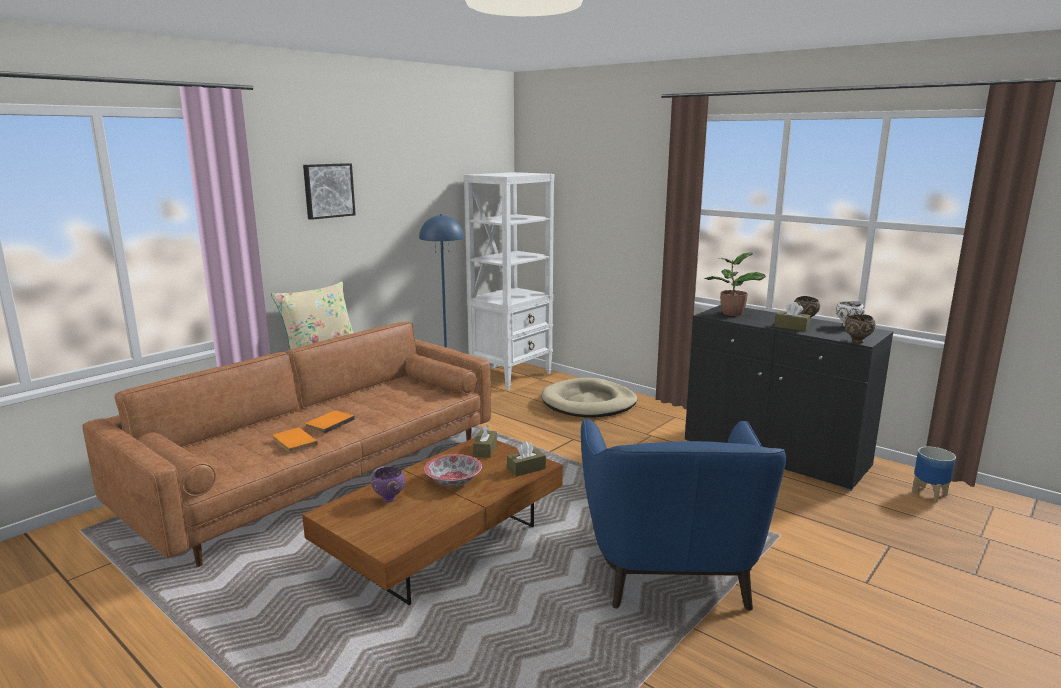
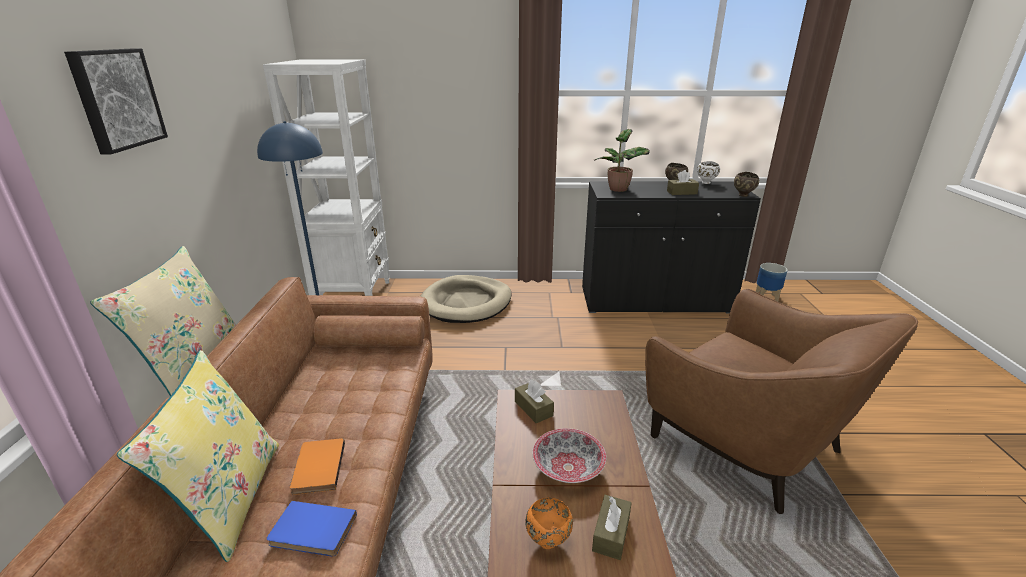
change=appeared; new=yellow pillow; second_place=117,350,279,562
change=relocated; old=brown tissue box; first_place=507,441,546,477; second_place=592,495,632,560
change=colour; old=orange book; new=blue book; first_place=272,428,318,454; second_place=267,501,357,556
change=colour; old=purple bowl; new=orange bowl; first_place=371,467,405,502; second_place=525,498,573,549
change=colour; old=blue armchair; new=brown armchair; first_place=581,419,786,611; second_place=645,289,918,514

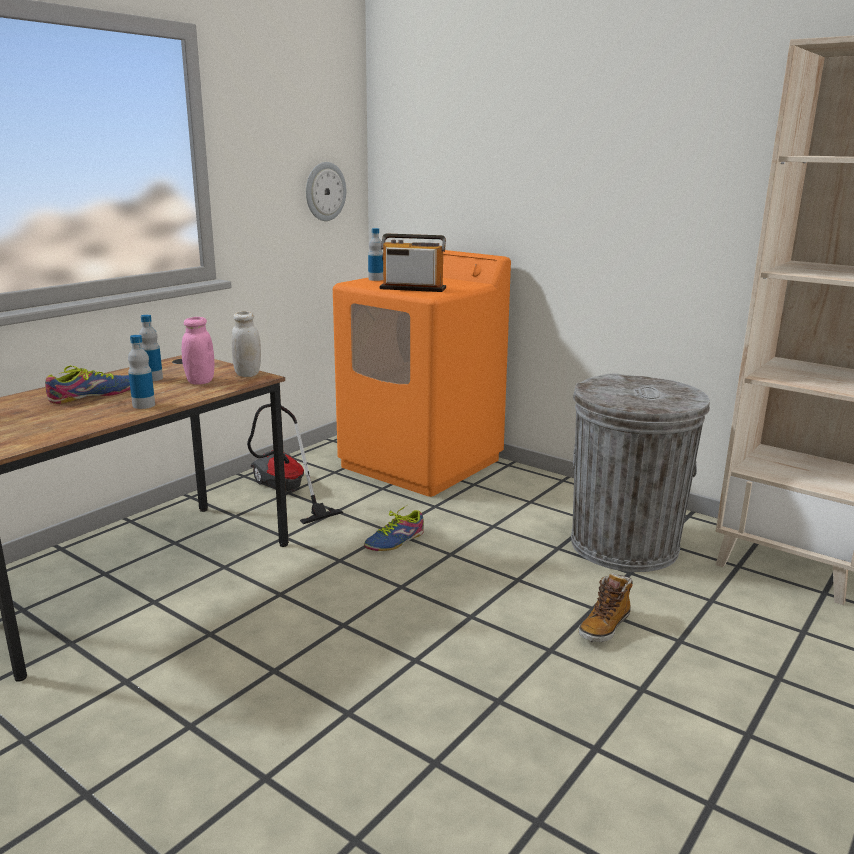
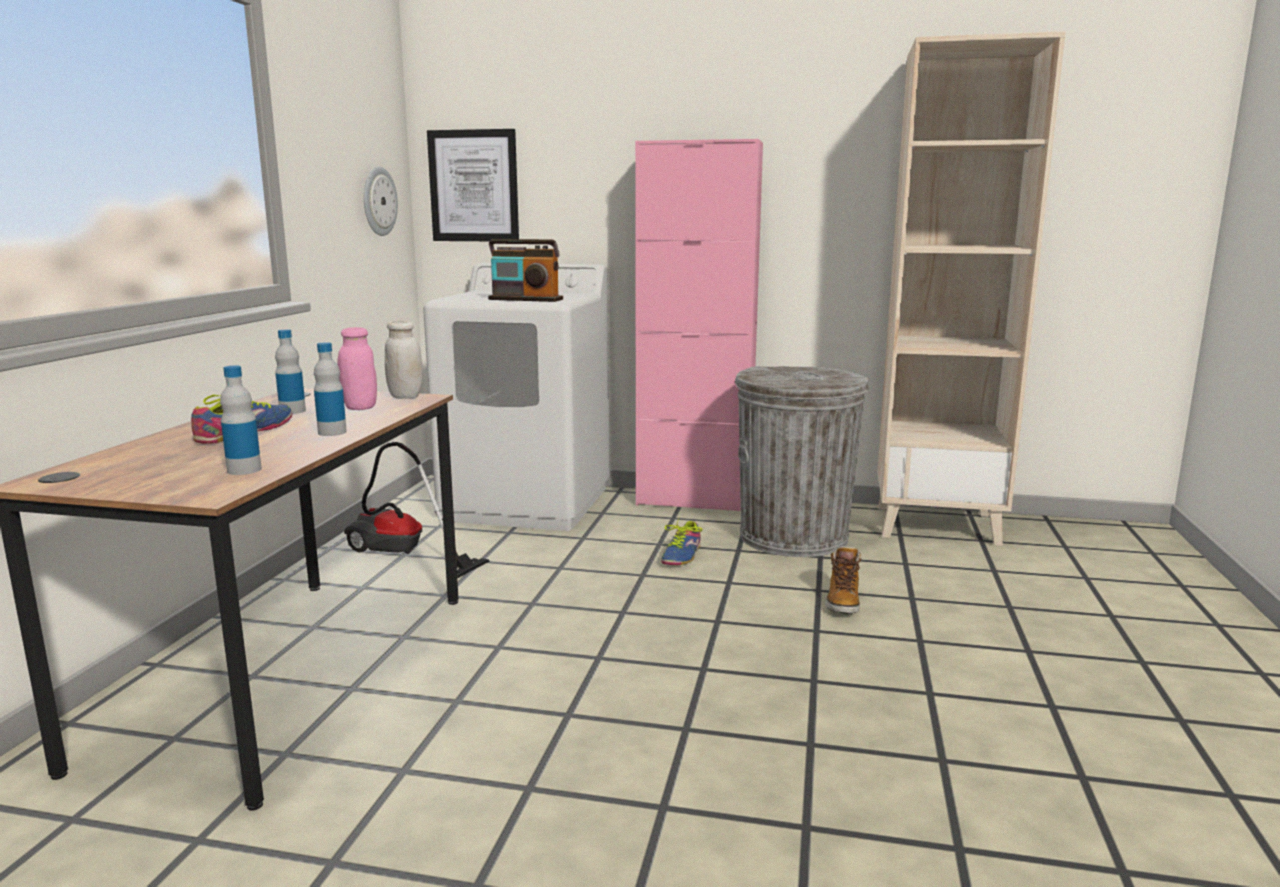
change=appeared; new=picture; second_place=427,129,519,241
change=appeared; new=pink cabinet; second_place=635,139,763,511
change=relocated; old=shoe; first_place=364,505,424,551; second_place=661,519,702,565
change=relocated; old=bottle; first_place=368,228,383,281; second_place=220,366,262,475
change=colour; old=orange washing machine; new=white washing machine; first_place=333,250,511,497; second_place=423,263,610,531
change=spun; old=radio; first_place=380,234,446,292; second_place=488,239,563,302; degrees=-150

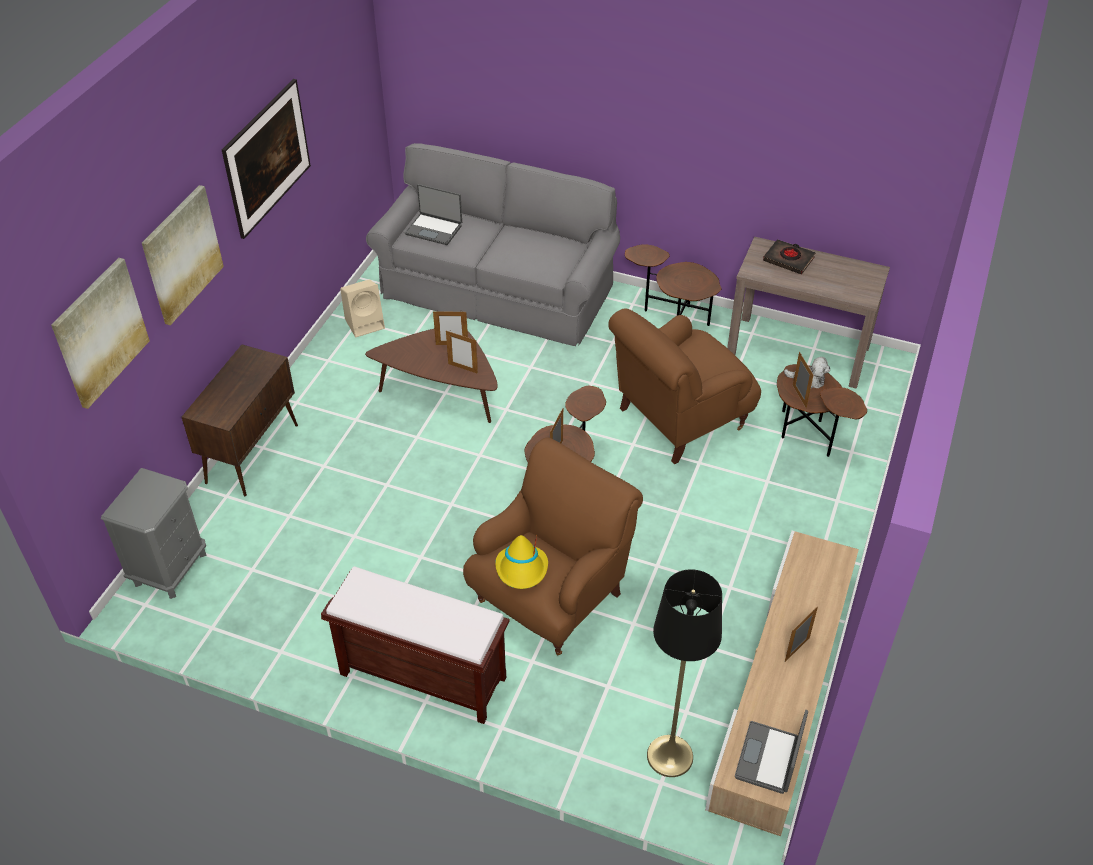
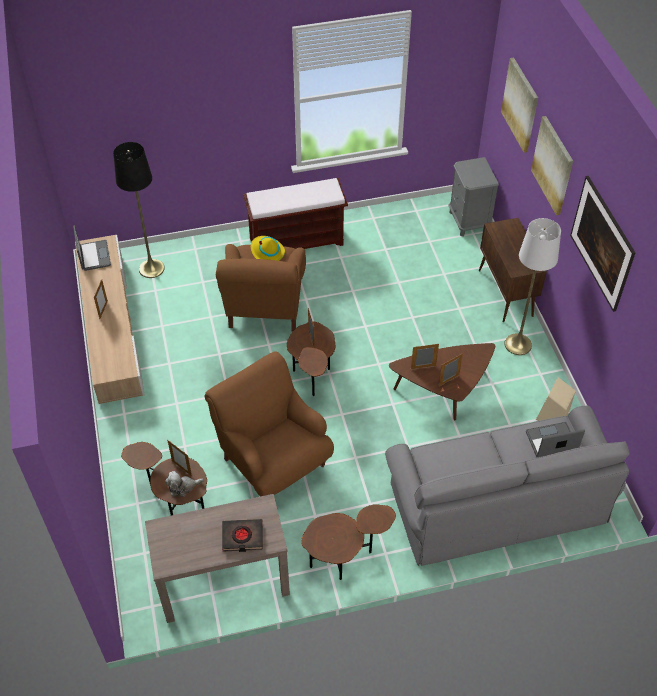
change=appeared; new=white floor lamp; second_place=504,218,561,355
change=spun; old=brown armchair; first_place=608,308,761,465; second_place=205,351,334,497; degrees=-60

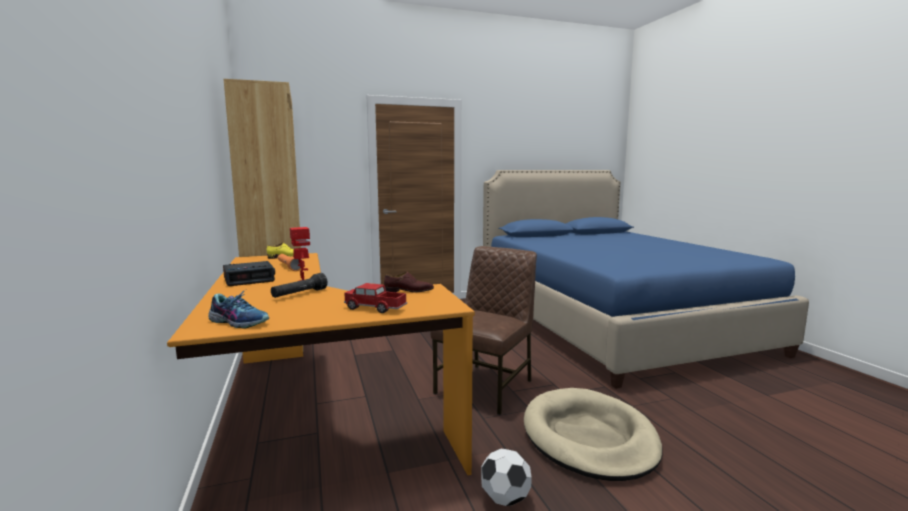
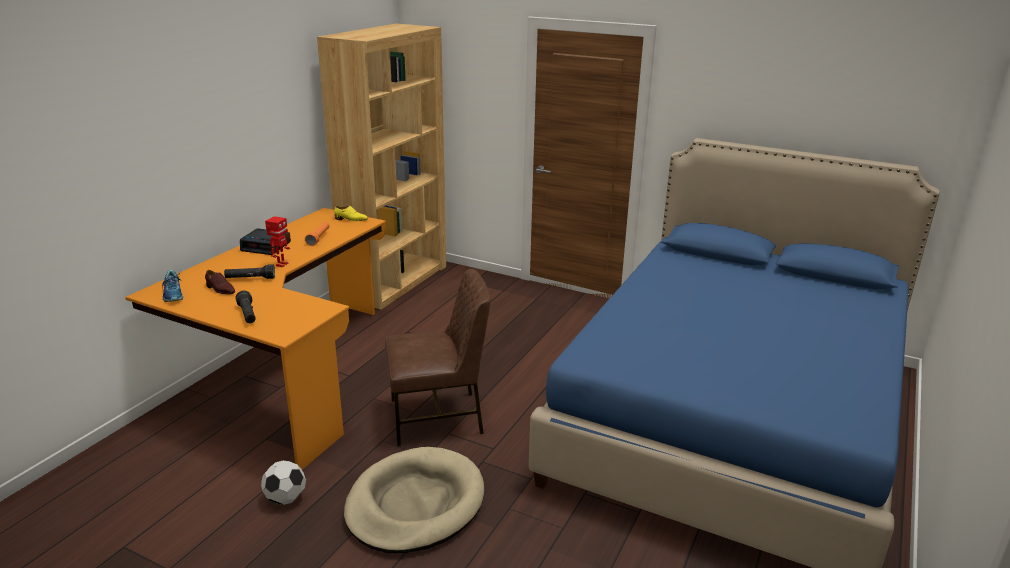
change=relocated; old=brown shoe; first_place=384,272,434,293; second_place=205,270,235,295
change=exchanged; old=toy truck; new=black flashlight; first_place=344,283,407,313; second_place=235,291,256,323

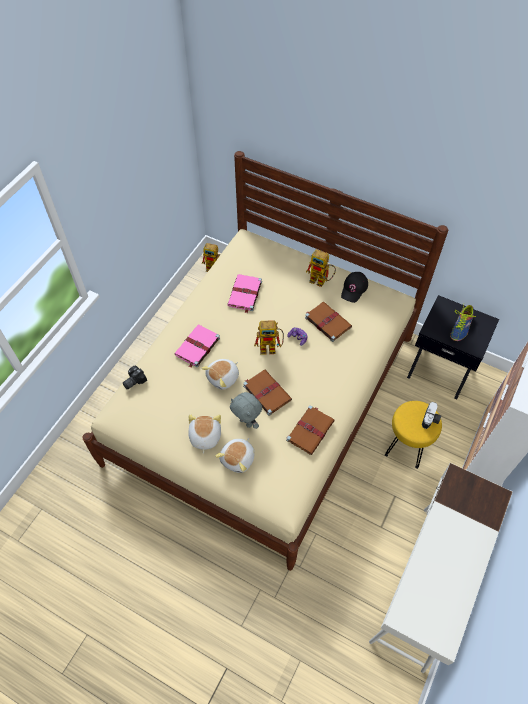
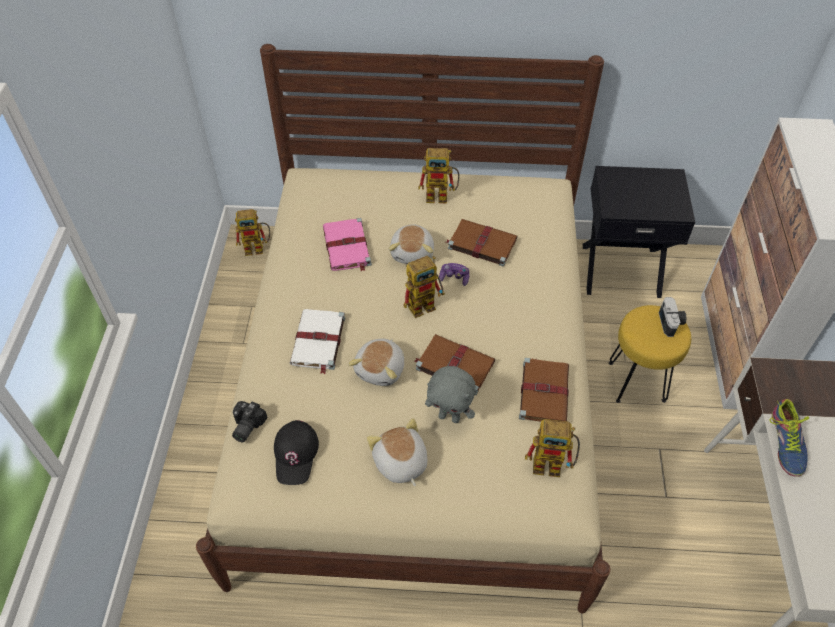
change=appeared; new=toy robot; second_place=525,419,580,477
change=relocated; old=plush toy; first_place=215,438,255,473; second_place=389,224,434,264
change=relocated; old=black cap; first_place=341,272,368,303; second_place=274,420,319,485
change=relocated; old=shoe; first_place=450,305,476,341; second_place=770,399,809,477
change=colour; old=pink book; new=white book; first_place=174,324,220,367; second_place=290,309,345,374

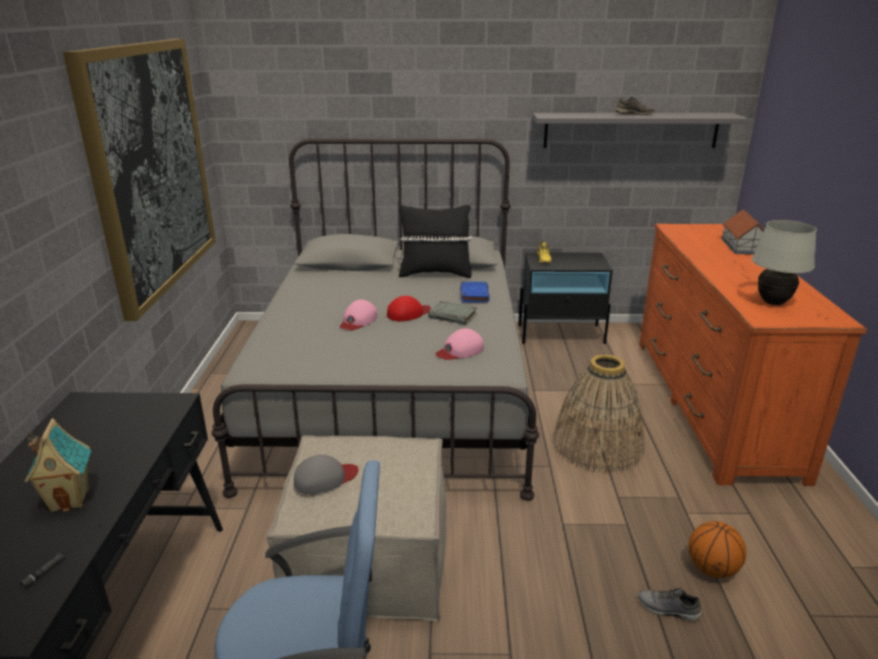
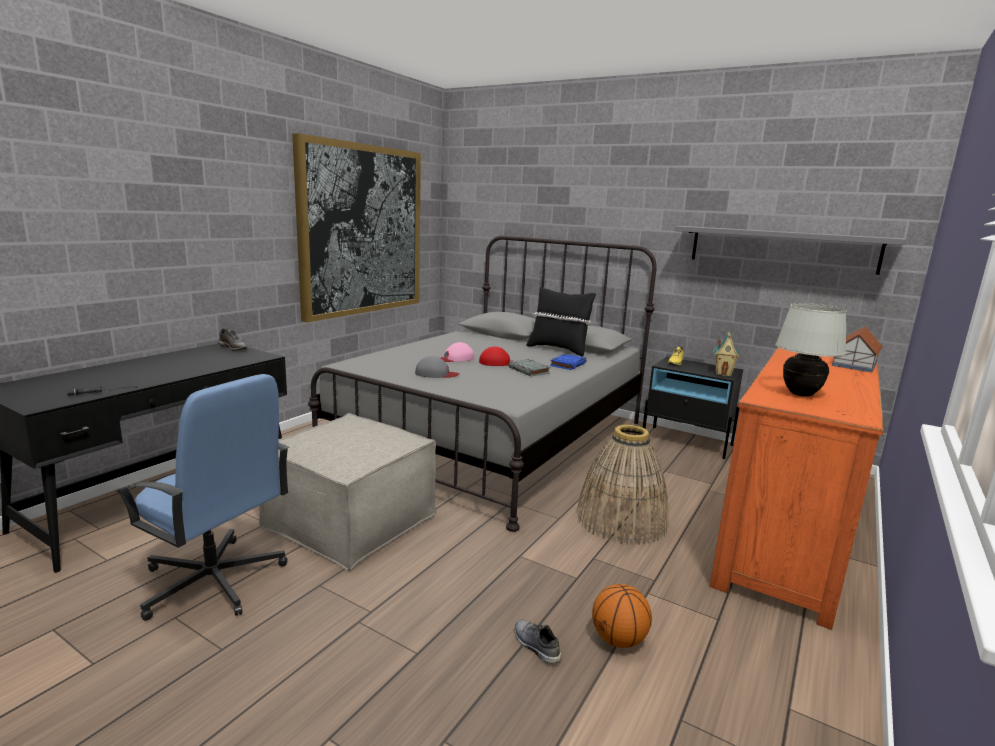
change=missing; old=pink cap; first_place=436,328,484,360
change=relocated; old=toy house; first_place=25,418,92,512; second_place=713,332,740,376
change=relocated; old=grey cap; first_place=294,455,358,494; second_place=415,356,459,378
change=relocated; old=grey shoe; first_place=616,96,655,115; second_place=218,328,248,351

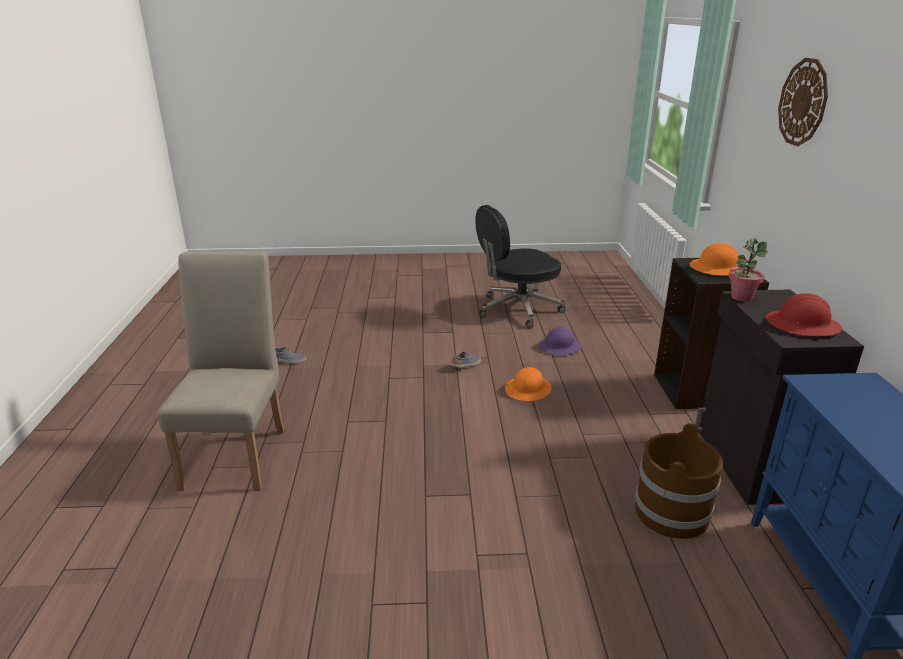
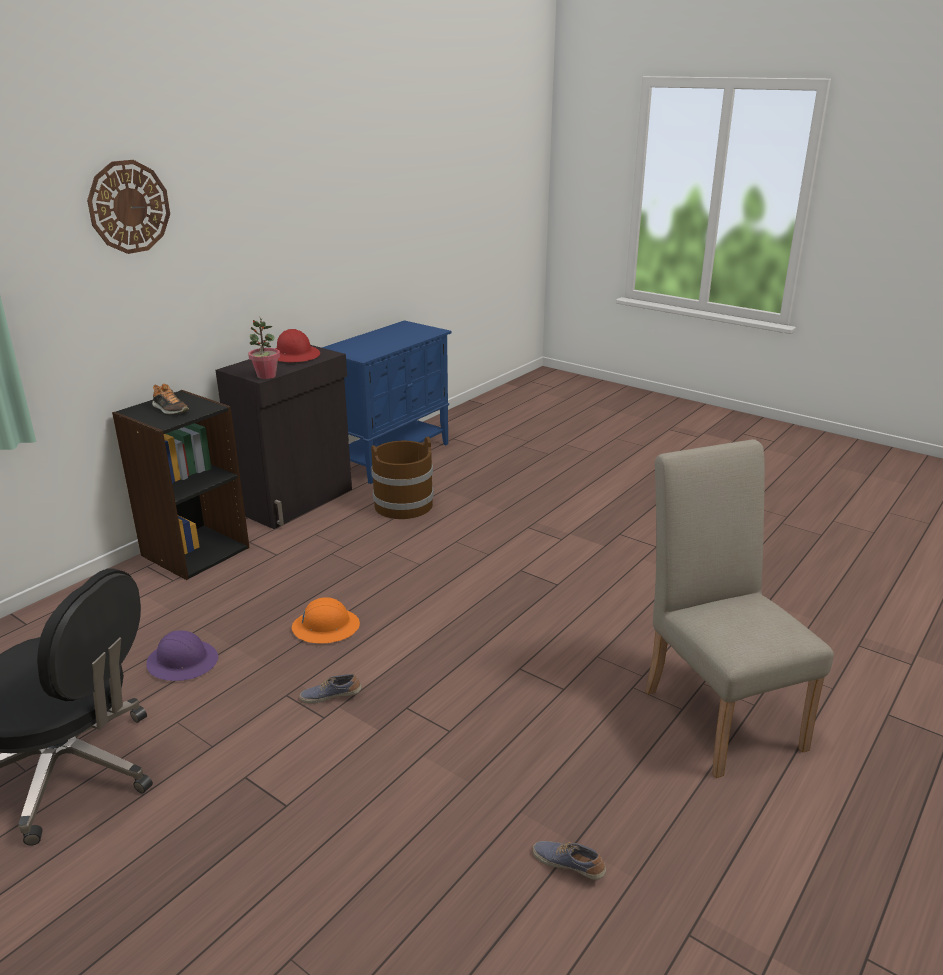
change=exchanged; old=orange hard hat; new=shoe; first_place=690,243,746,276; second_place=152,383,189,414
change=spun; old=beige chair; first_place=157,252,285,491; second_place=645,439,834,778; degrees=120

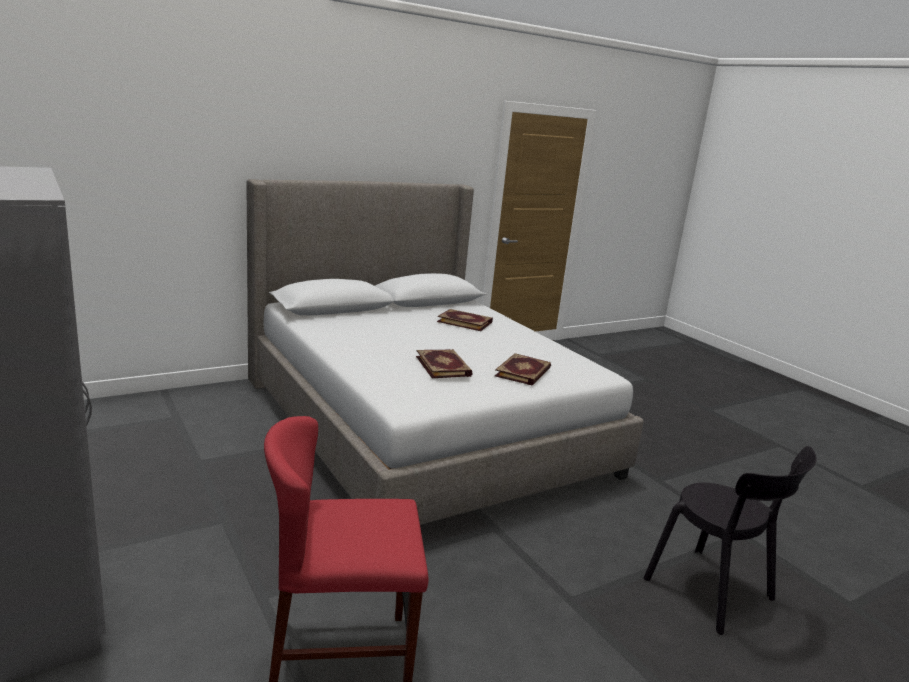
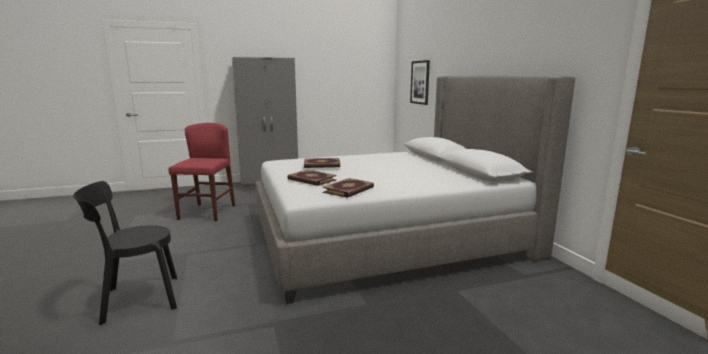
change=appeared; new=picture; second_place=410,60,430,105
change=relocated; old=book; first_place=437,309,493,331; second_place=323,178,374,198

